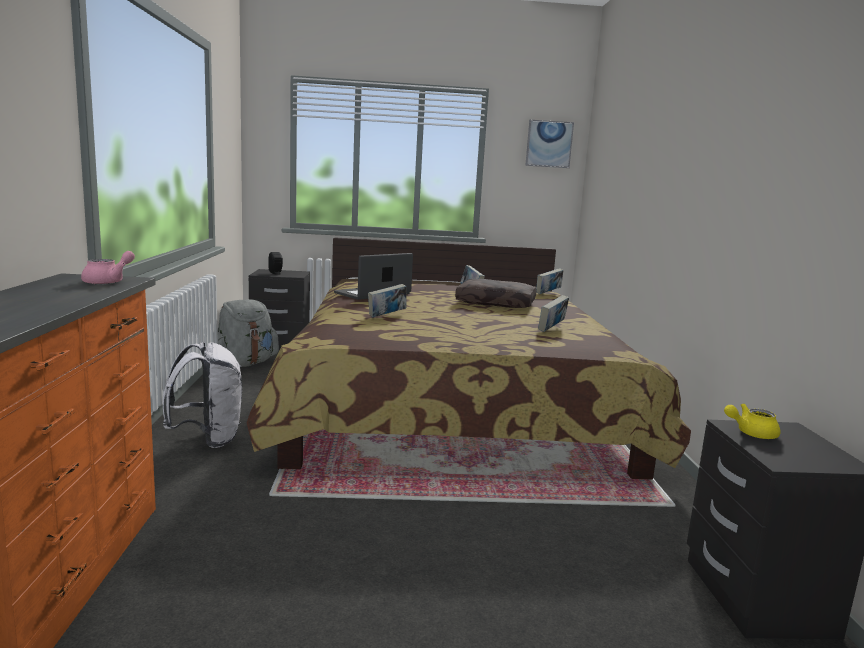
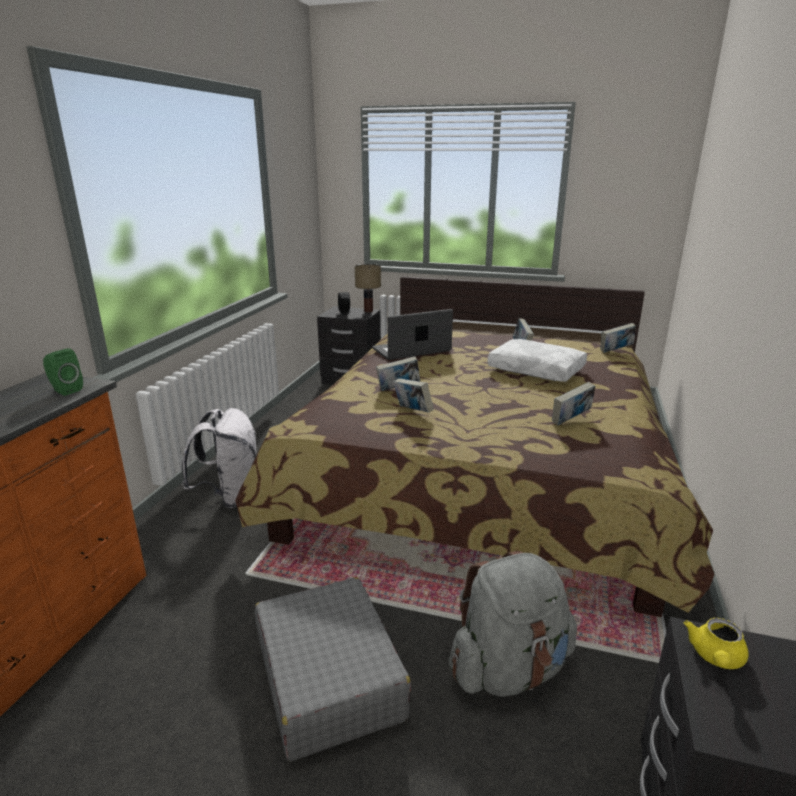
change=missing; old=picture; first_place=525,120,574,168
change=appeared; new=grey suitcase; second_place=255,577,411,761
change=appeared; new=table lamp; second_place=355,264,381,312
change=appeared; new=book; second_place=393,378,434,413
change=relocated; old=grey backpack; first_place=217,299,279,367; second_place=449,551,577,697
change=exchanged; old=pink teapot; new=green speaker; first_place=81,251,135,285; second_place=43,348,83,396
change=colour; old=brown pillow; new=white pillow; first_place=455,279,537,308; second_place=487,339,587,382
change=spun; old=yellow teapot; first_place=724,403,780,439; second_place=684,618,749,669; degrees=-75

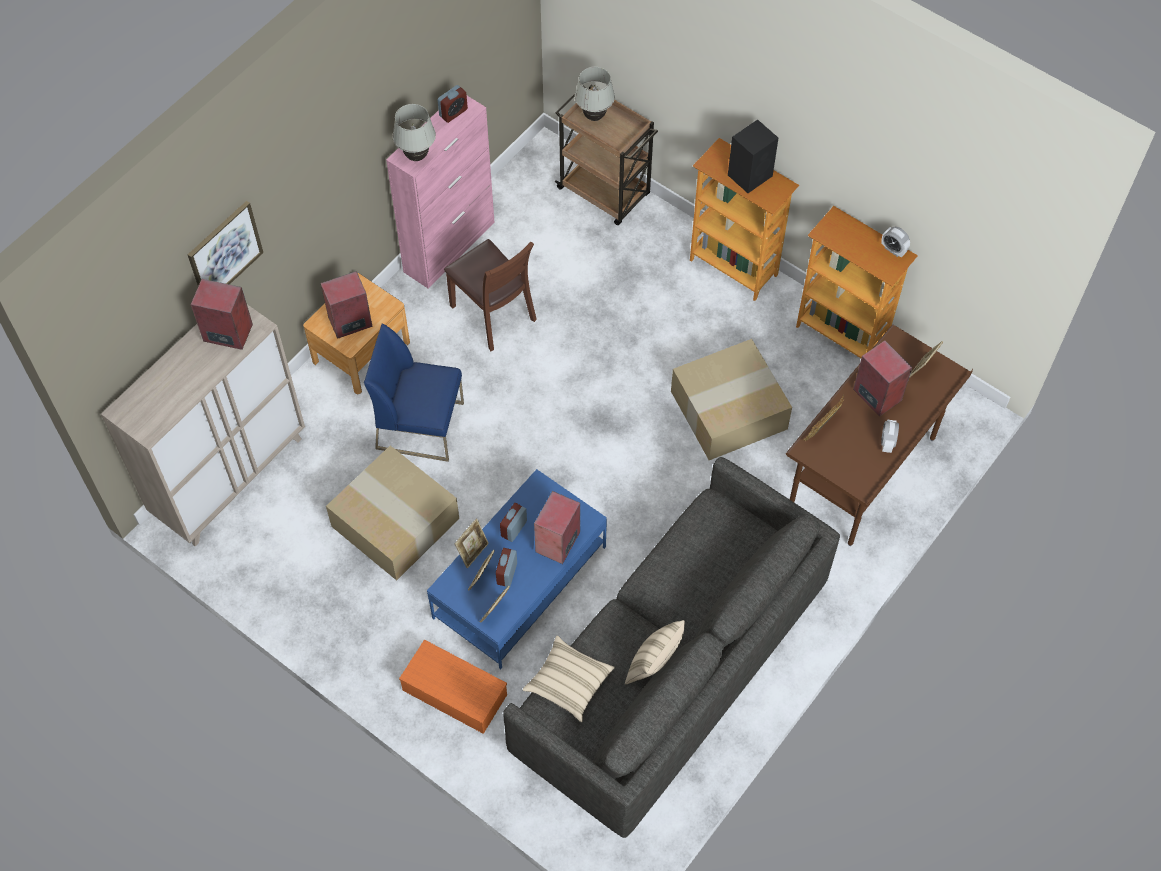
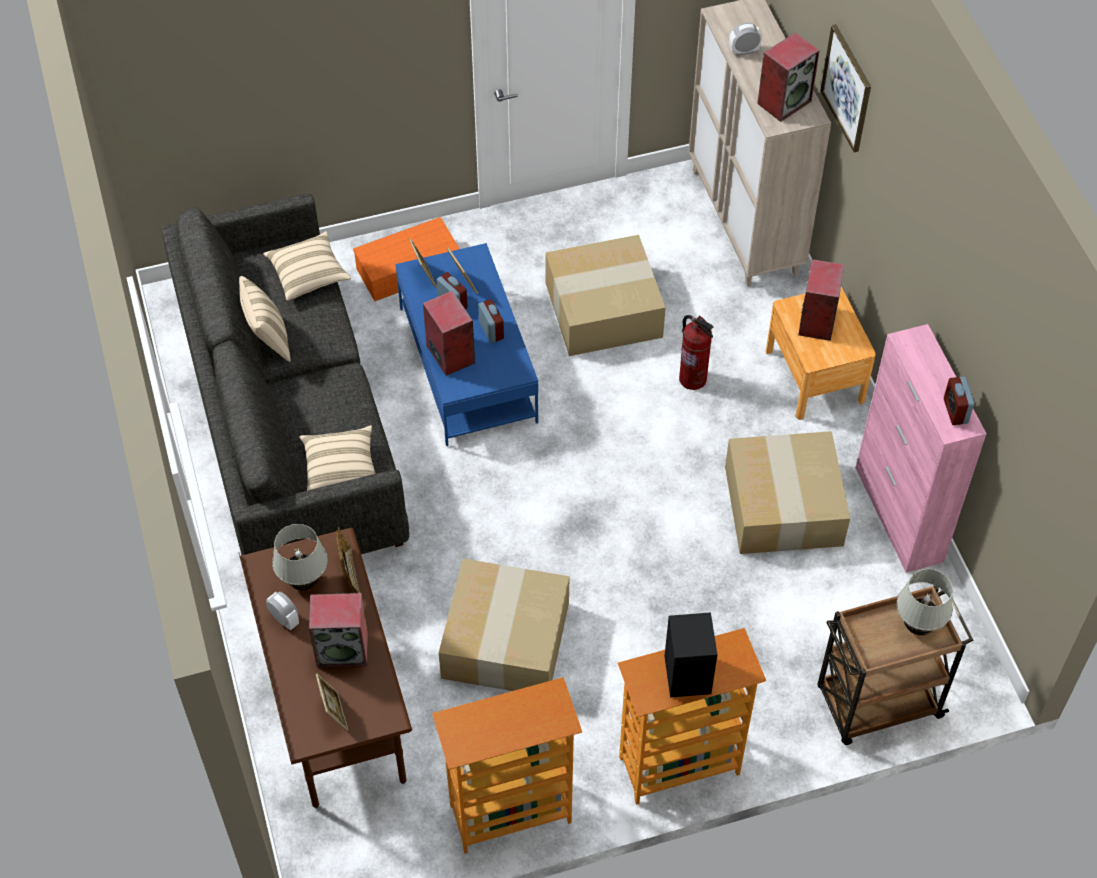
change=missing; old=picture frame; first_place=454,519,489,568
change=appeared; new=beige pillow; second_place=299,425,376,491
change=relocated; old=white table lamp; first_place=393,104,436,161; second_place=272,524,328,591
change=relocated; old=alarm clock; first_place=882,227,910,257; second_place=729,23,762,56
change=exchanged; old=blue chair; new=fire extinguisher; first_place=364,324,464,462; second_place=679,315,714,390
change=exchanged; old=brown chair; new=cardboard box; first_place=444,239,537,351; second_place=725,431,850,554

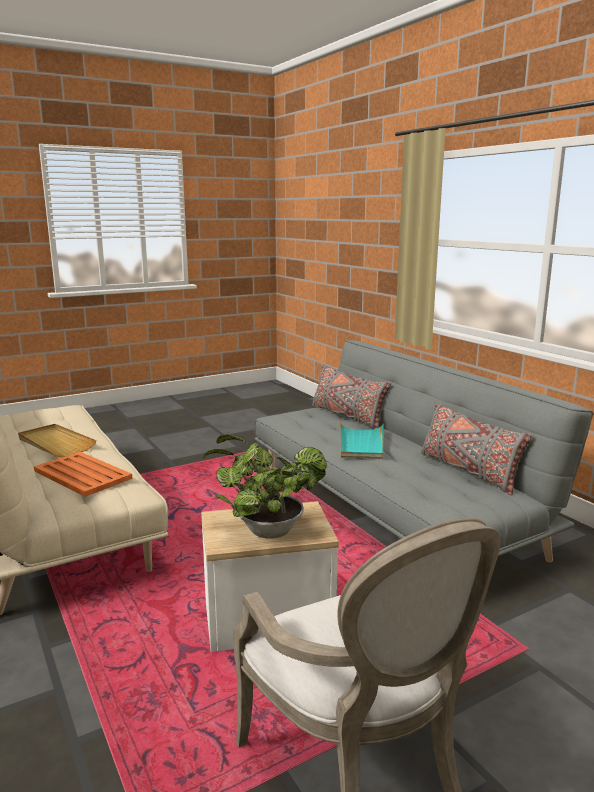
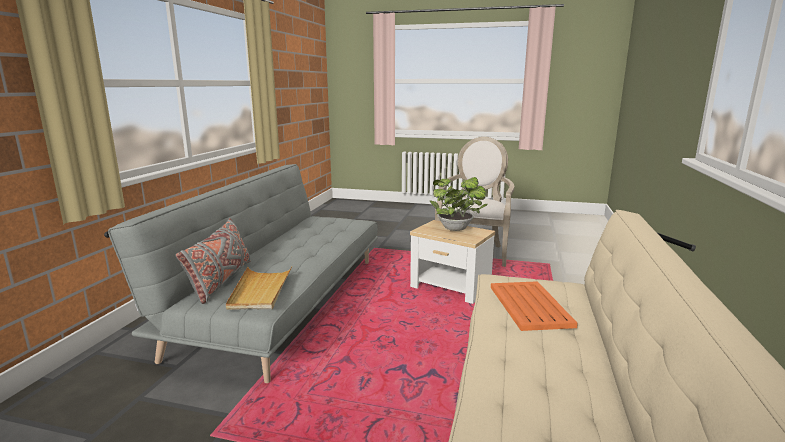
change=missing; old=turquoise tray; first_place=340,422,384,459
change=missing; old=grey pillow; first_place=421,403,532,495
change=relocated; old=beige tray; first_place=18,424,97,457; second_place=226,267,292,310

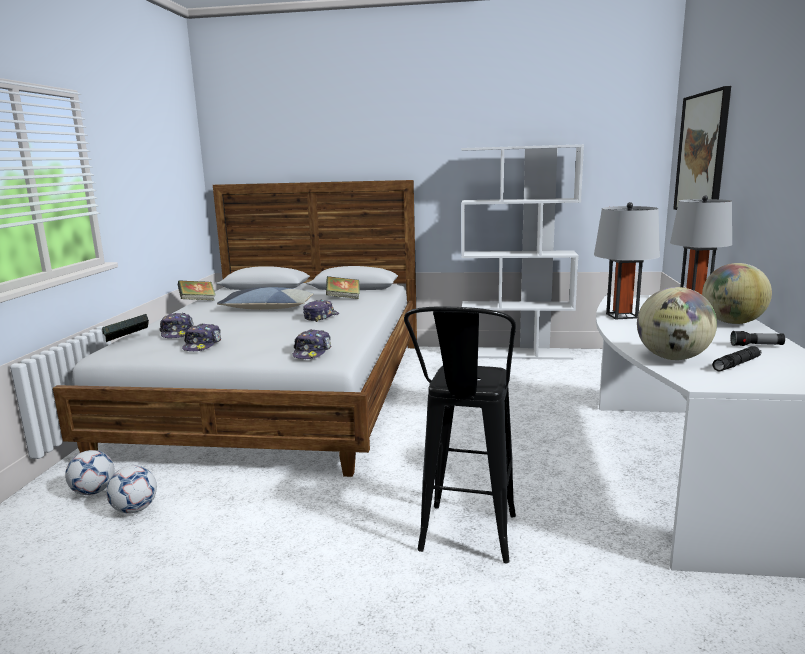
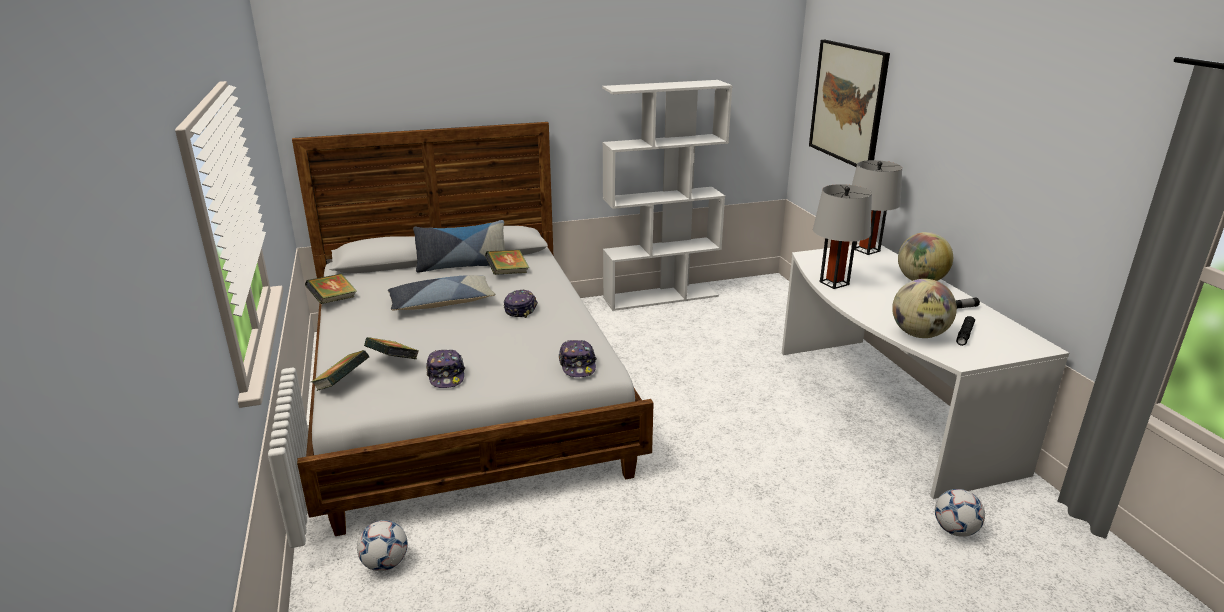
change=missing; old=black stool; first_place=404,307,516,563
change=appeared; new=pillow; second_place=413,220,505,273
change=relocated; old=football; first_place=106,466,157,514; second_place=935,489,985,537
change=exchanged; old=cap; new=book; first_place=159,313,194,338; second_place=364,337,419,359

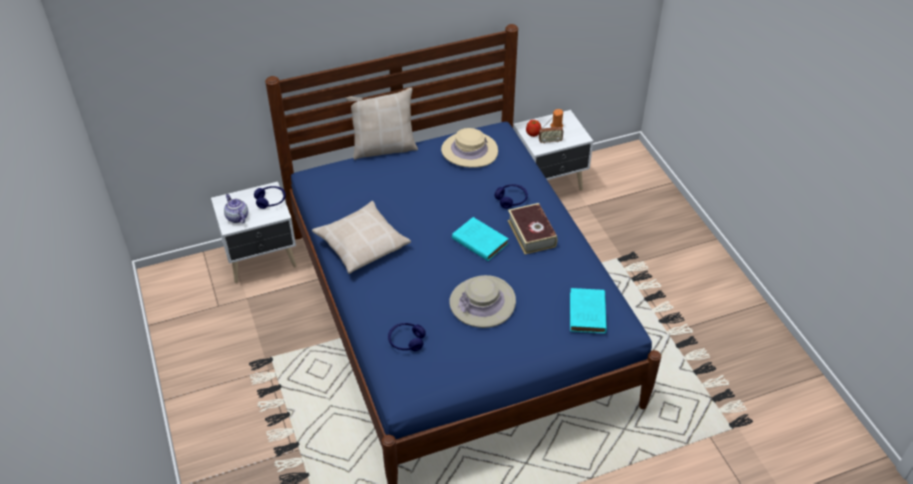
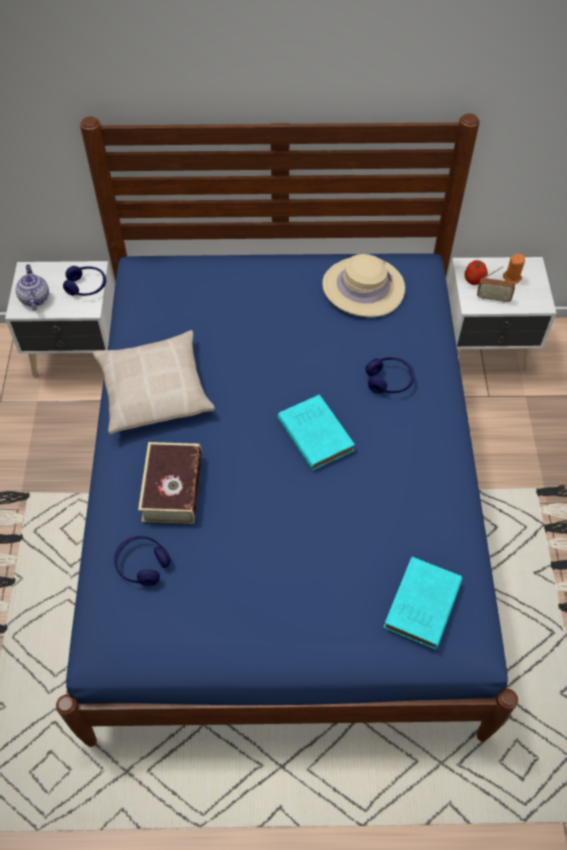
change=missing; old=beige pillow; first_place=346,88,418,160
change=missing; old=beige hat; first_place=450,275,516,328
change=relocated; old=book; first_place=508,203,557,255; second_place=138,442,202,524

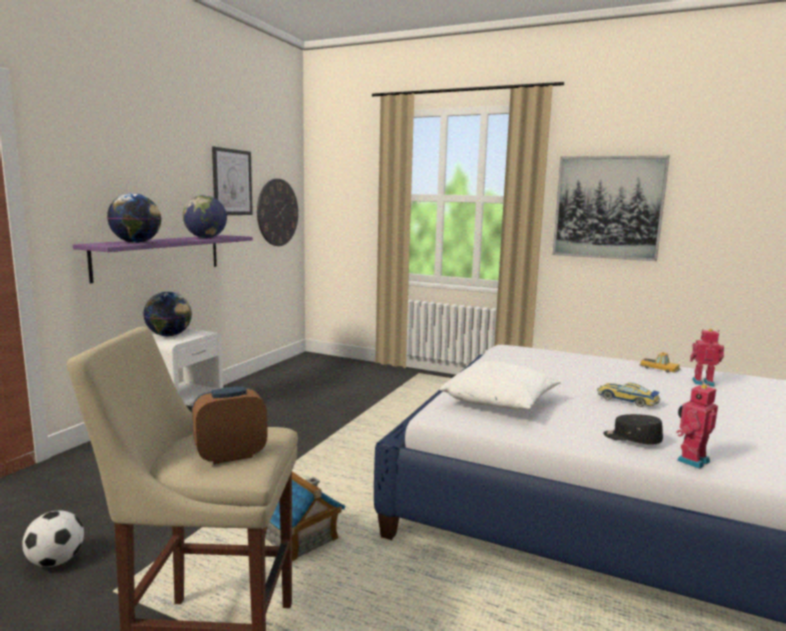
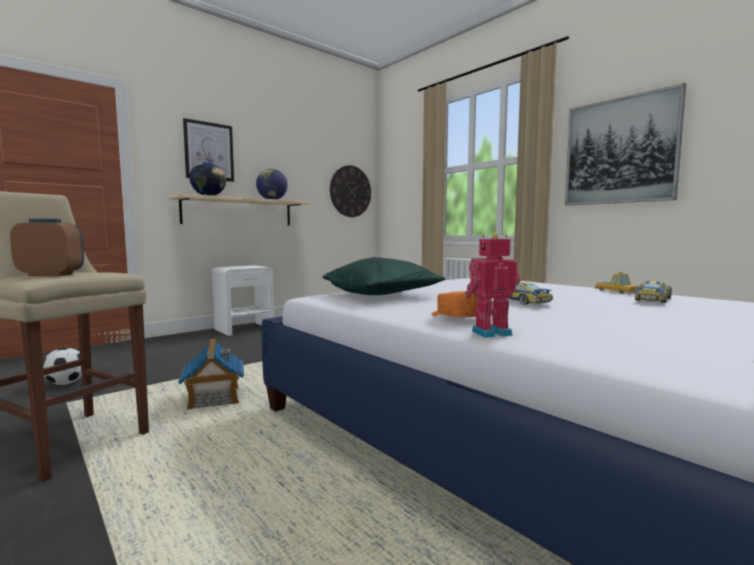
change=missing; old=globe; first_place=143,292,192,336
change=relocated; old=picture; first_place=212,147,253,215; second_place=183,118,234,182
change=exchanged; old=toy robot; new=toy car; first_place=690,329,724,386; second_place=635,281,672,303
change=colour; old=purple shelf; new=beige shelf; first_place=73,235,253,283; second_place=168,194,311,226
change=colour; old=white pillow; new=green pillow; first_place=440,361,561,410; second_place=323,257,445,295
change=colour; old=black cap; new=orange cap; first_place=603,414,663,445; second_place=431,291,478,317

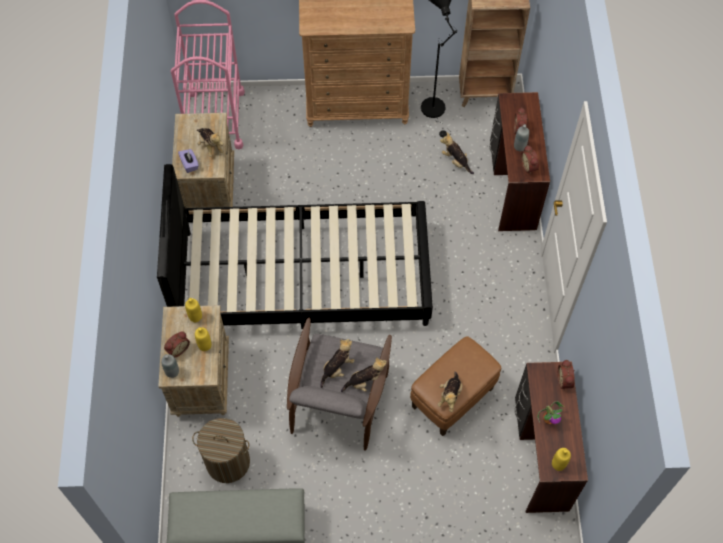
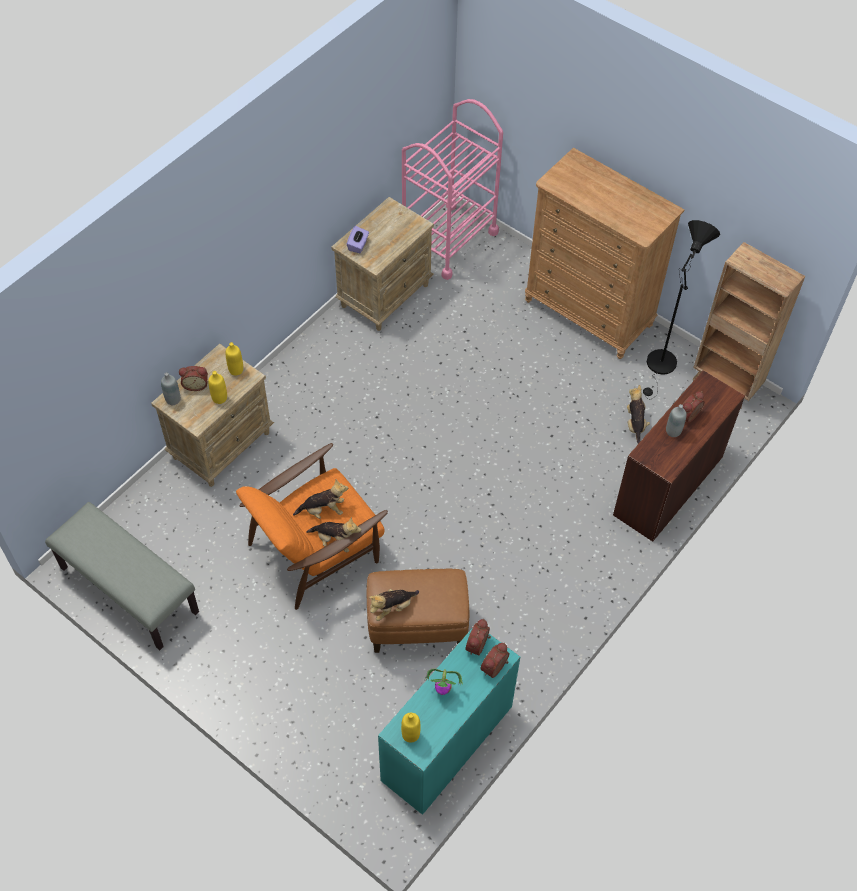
change=missing; old=black bed; first_place=157,164,433,329
change=missing; old=laundry basket; first_place=192,418,250,483
change=missing; old=plush toy; first_place=197,128,223,157
change=relocated; old=alarm clock; first_place=521,145,539,174; second_place=466,619,491,655
change=colour; old=grey armchair; new=orange armchair; first_place=287,318,392,451; second_place=236,443,388,610
change=colour; old=brown desk; new=turquoise desk; first_place=515,362,588,513; second_place=378,629,520,815

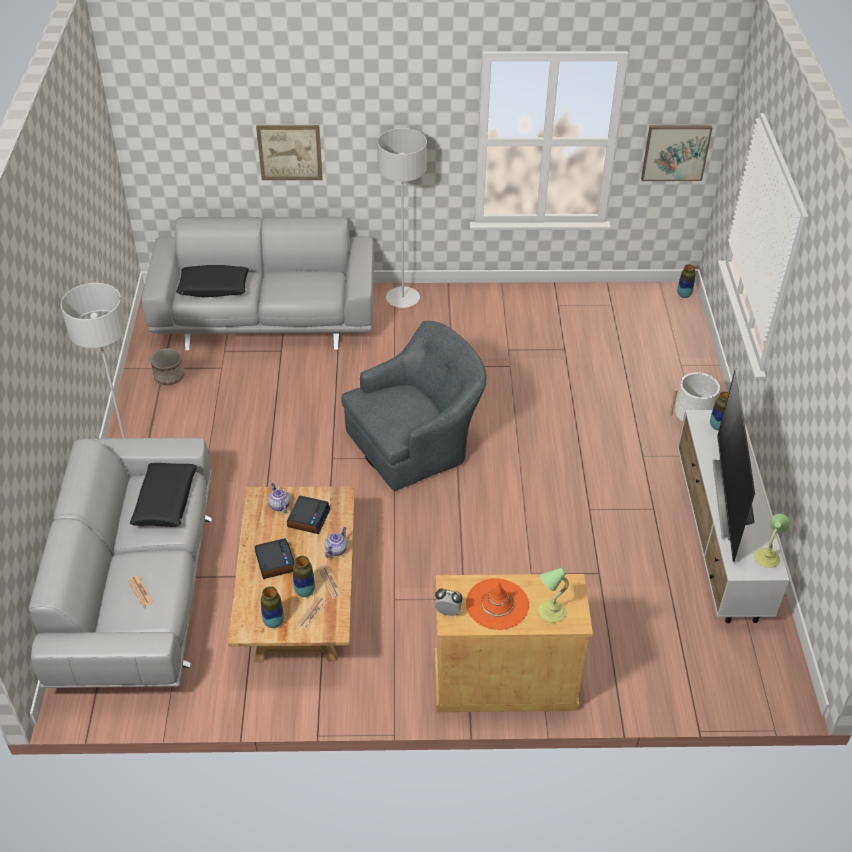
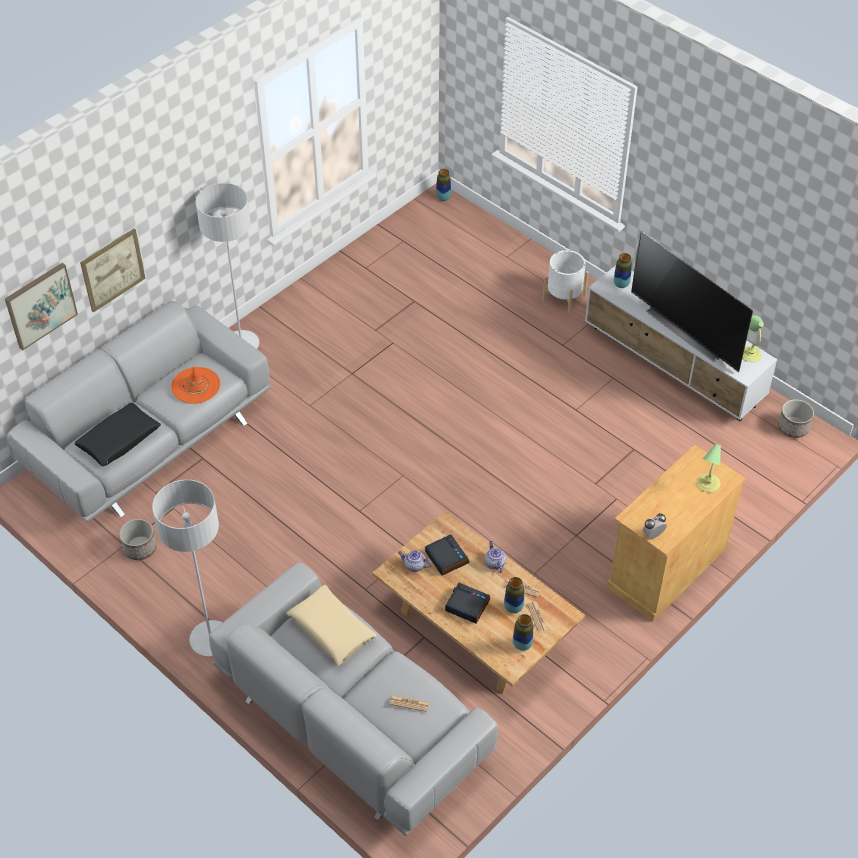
change=missing; old=grey armchair; first_place=341,321,487,491
change=appeared; new=planter; second_place=778,399,814,438
change=relocated; old=orange hat; first_place=466,578,529,630; second_place=171,366,220,404
change=relocated; old=picture; first_place=641,125,713,181; second_place=5,263,78,351
change=colour; old=black pillow; new=beige pillow; first_place=130,463,197,527; second_place=287,585,377,665

